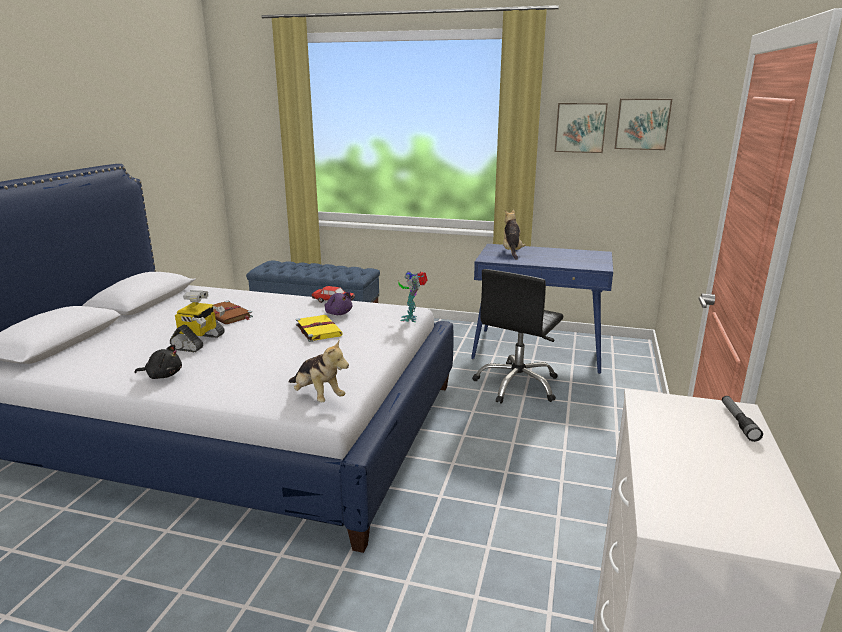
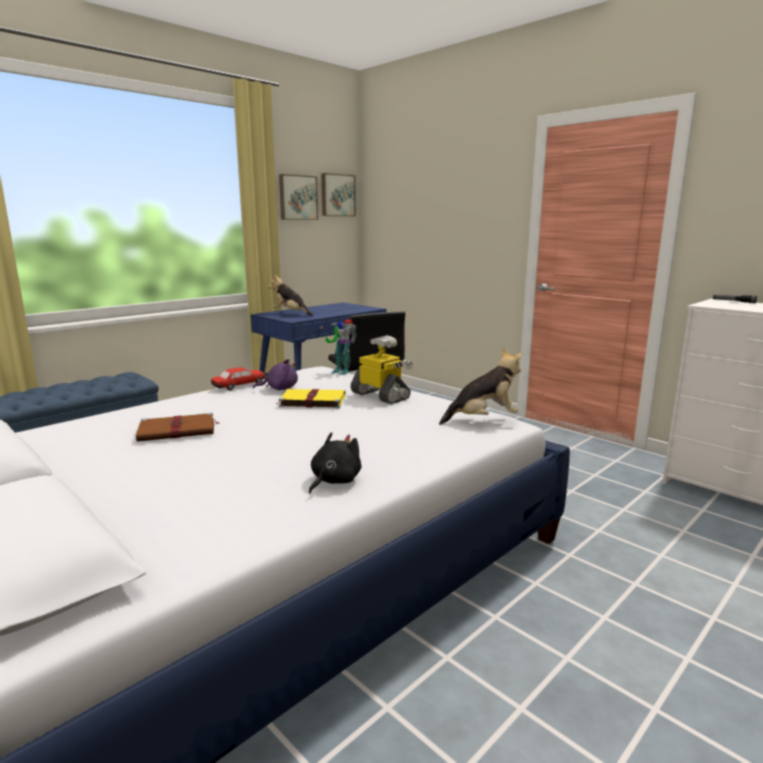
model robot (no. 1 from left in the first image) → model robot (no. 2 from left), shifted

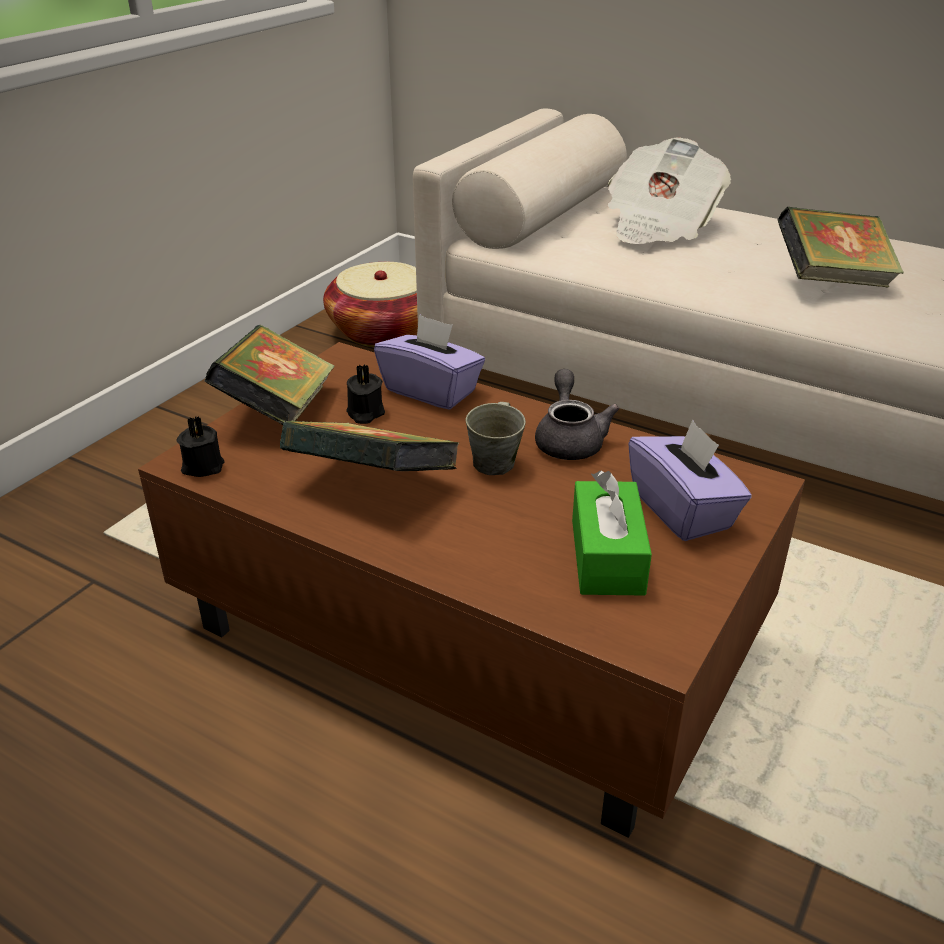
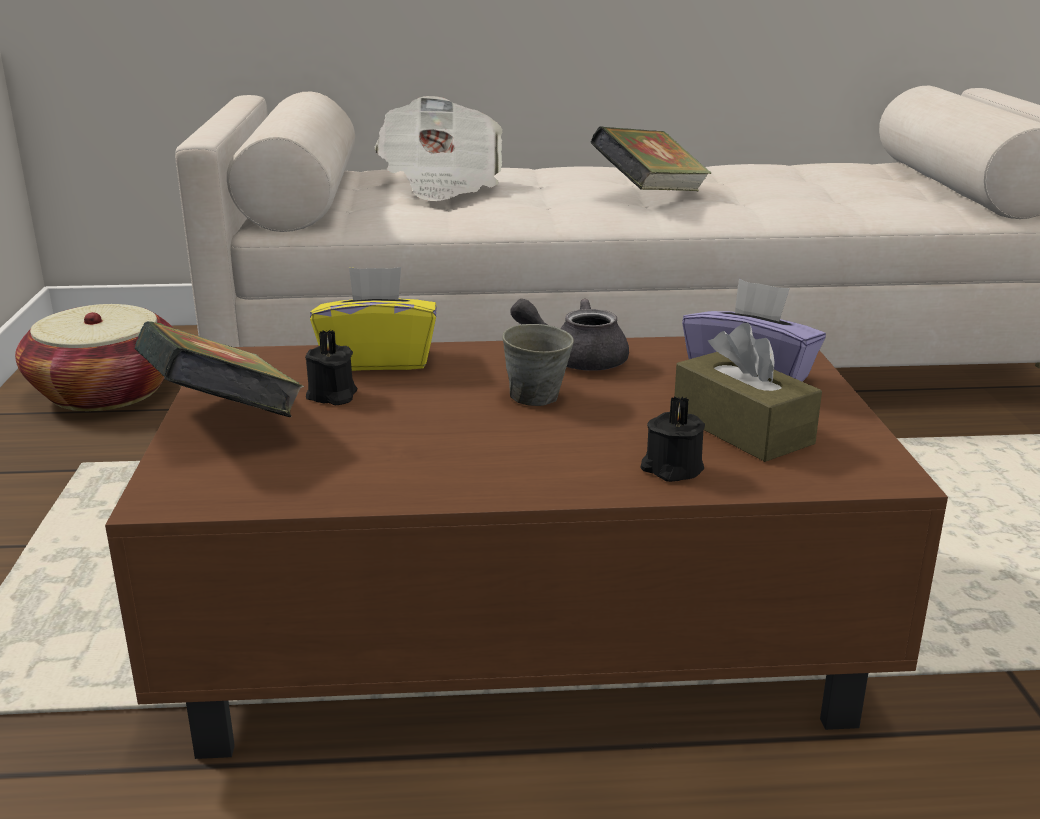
blackish candle (no. 1 from left in the first image) → blackish candle (no. 2 from left), shifted
book (no. 2 from left) → -
purplish box of tissues (no. 1 from left) → yellow-coloured box of tissues
grey tea pot, 45 degrees counterclockwise
green box of tissues → brown-coloured box of tissues

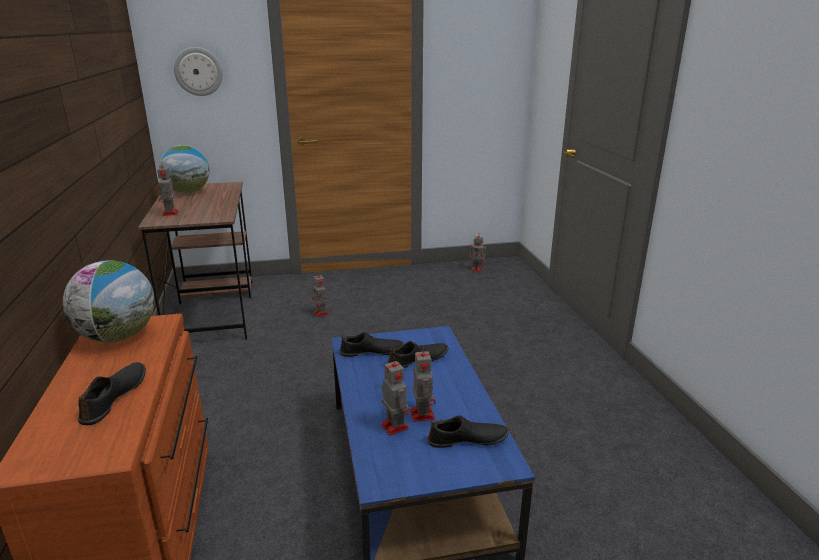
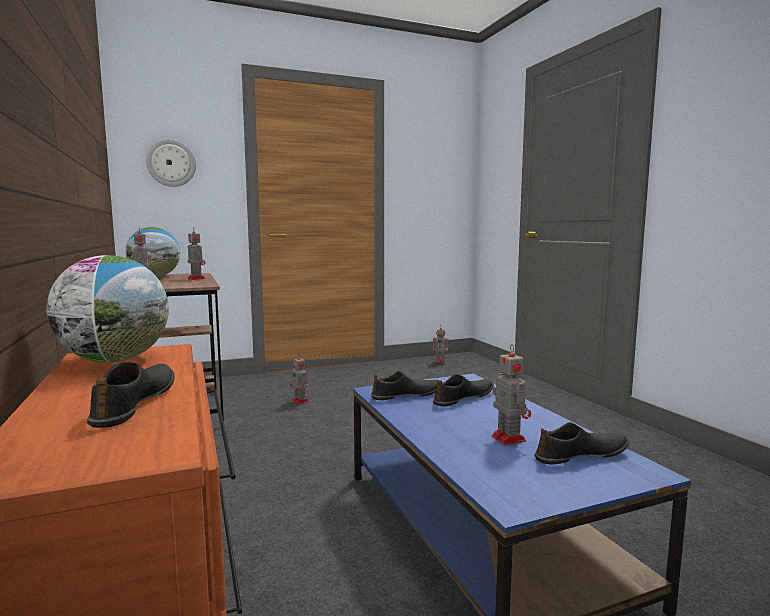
model robot (no. 3 from left in the first image) → model robot (no. 2 from left), shifted

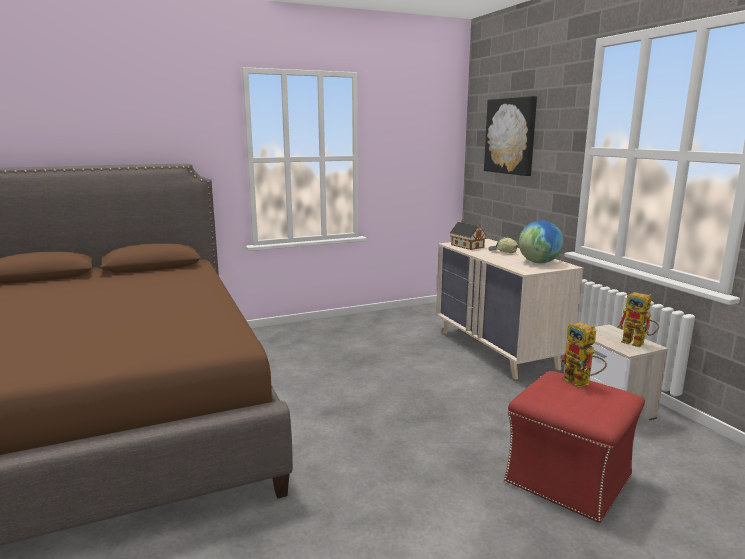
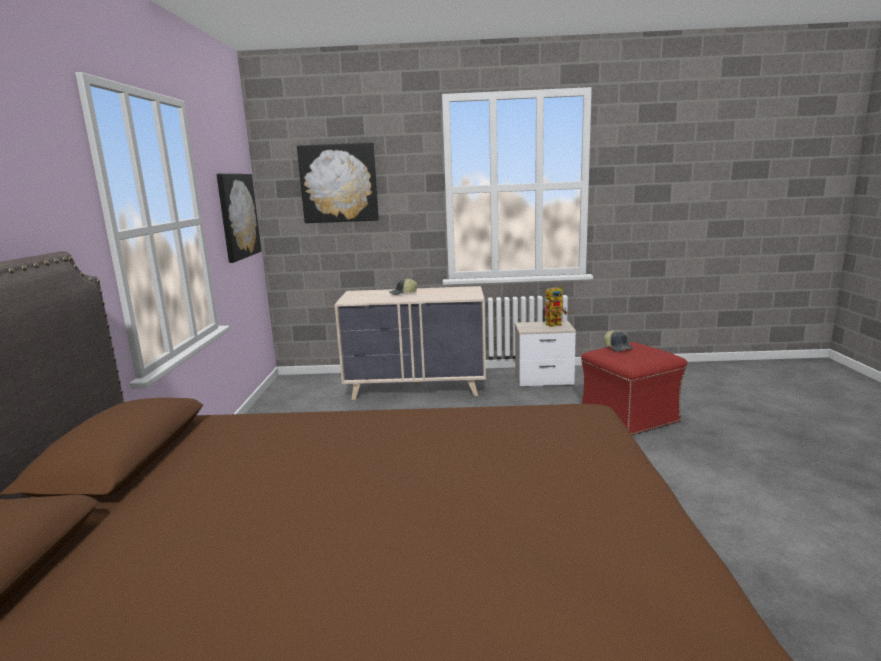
miniature house → -
desk globe → -
model robot (no. 1 from left) → peaked cap (no. 2 from left)
- → picture (no. 1 from left)

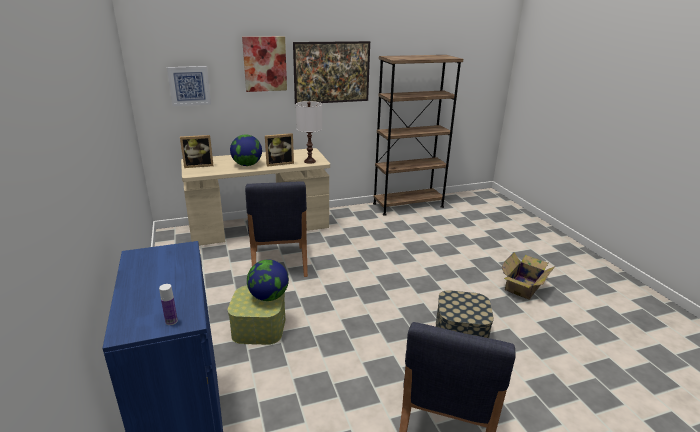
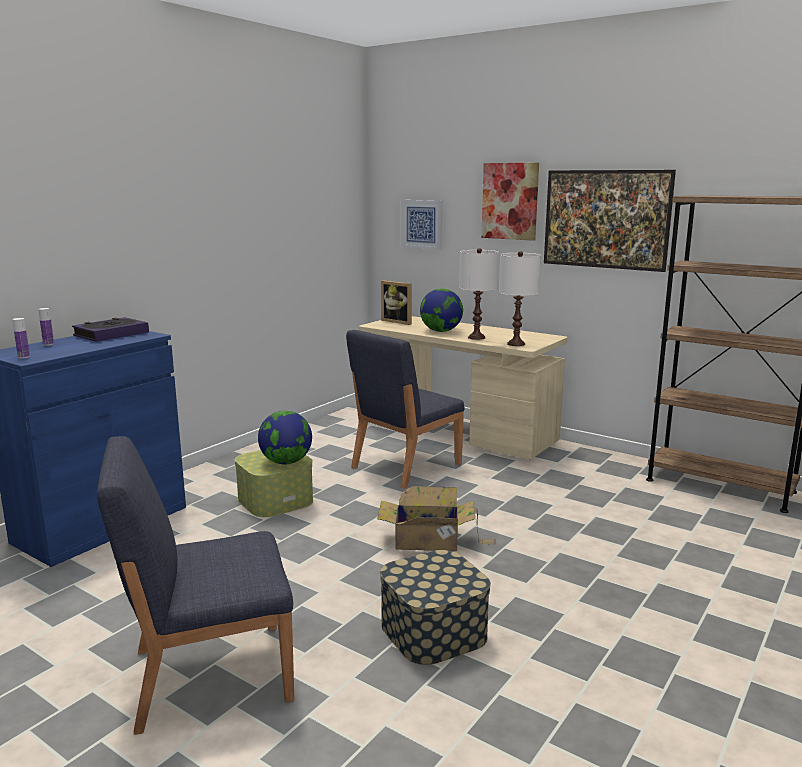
picture frame (no. 2 from left) → whitish table lamp (no. 1 from left)
packing box, shifted
- → bottle (no. 2 from left)
- → book

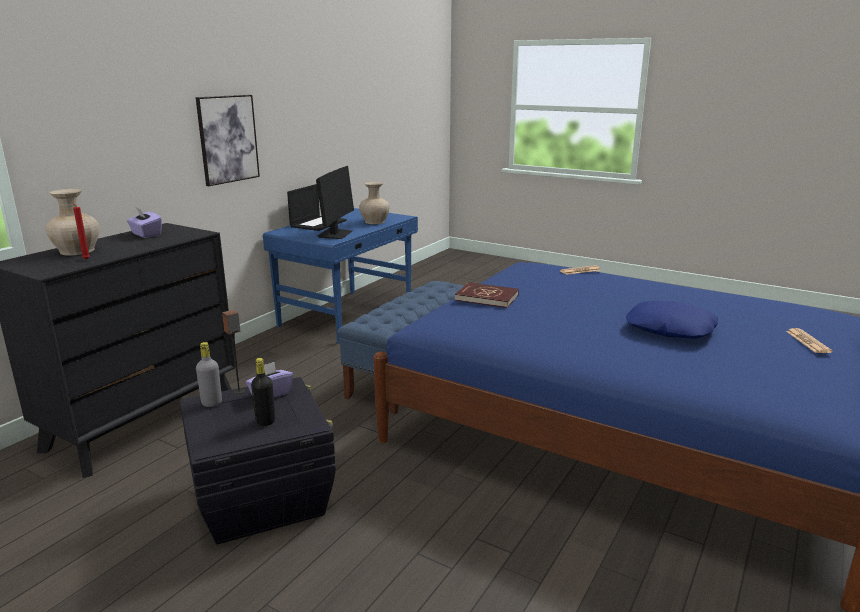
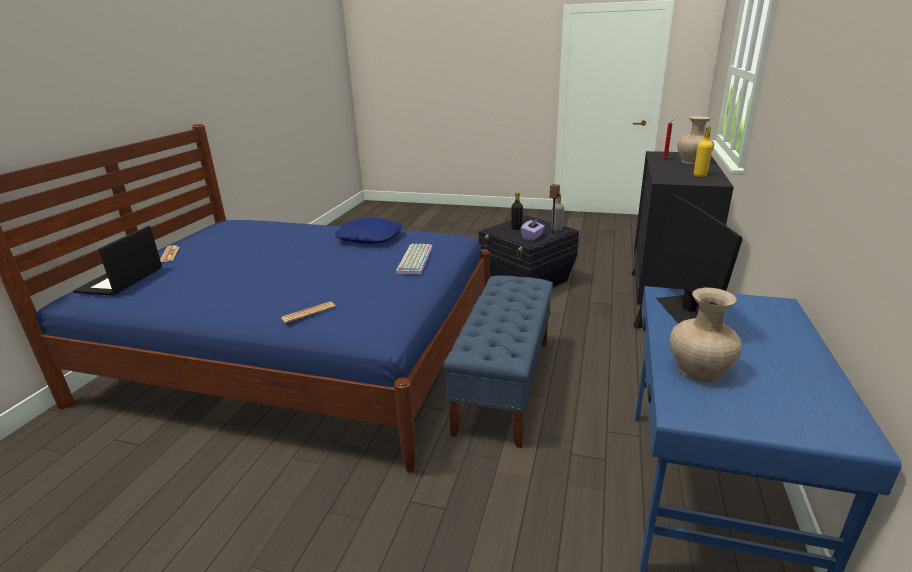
purplish box of tissues (no. 1 from left) → yellow-coloured bottle
picture → -
notebook computer, shifted
reddish book → computer keyboard
blue-coloured throw pillow, shifted

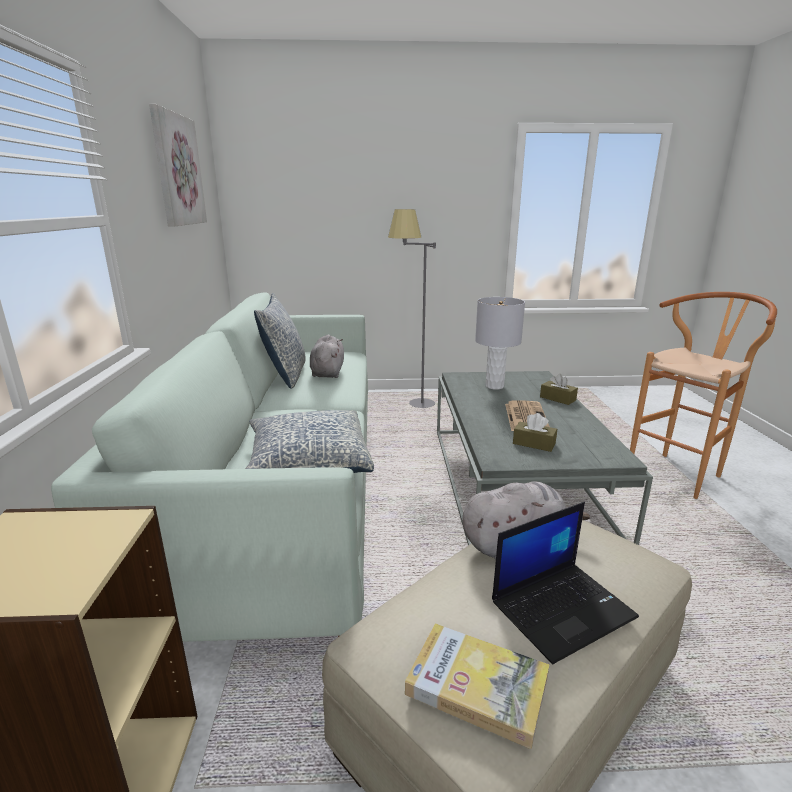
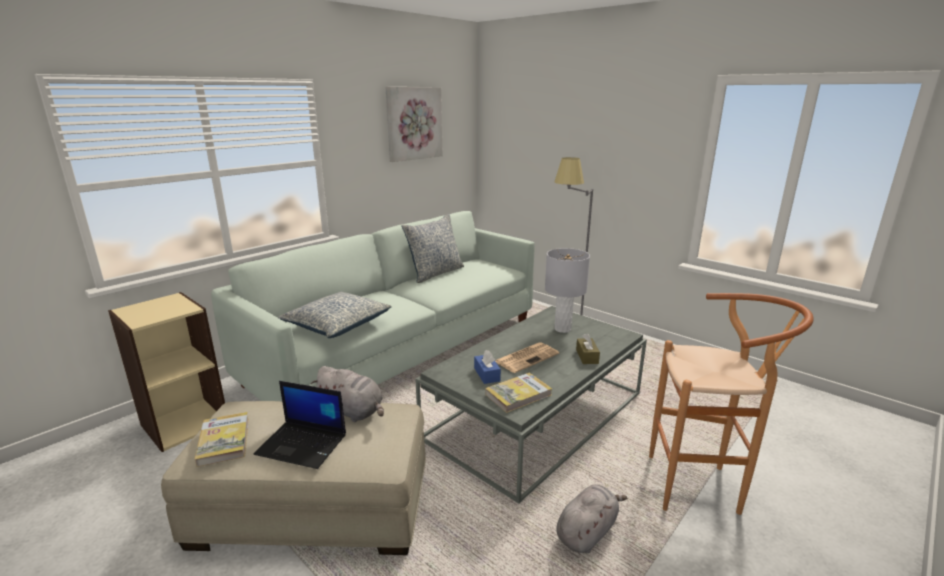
grey cuddly toy (no. 1 from left in the first image) → grey cuddly toy (no. 2 from left), shifted
brown-coloured box of tissues (no. 1 from left) → blue-coloured box of tissues
- → book (no. 2 from left)

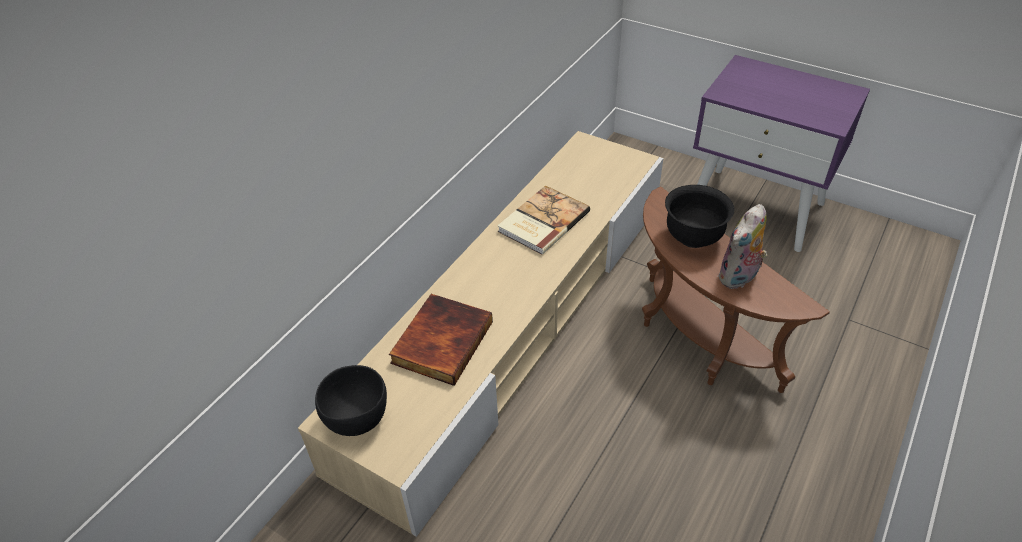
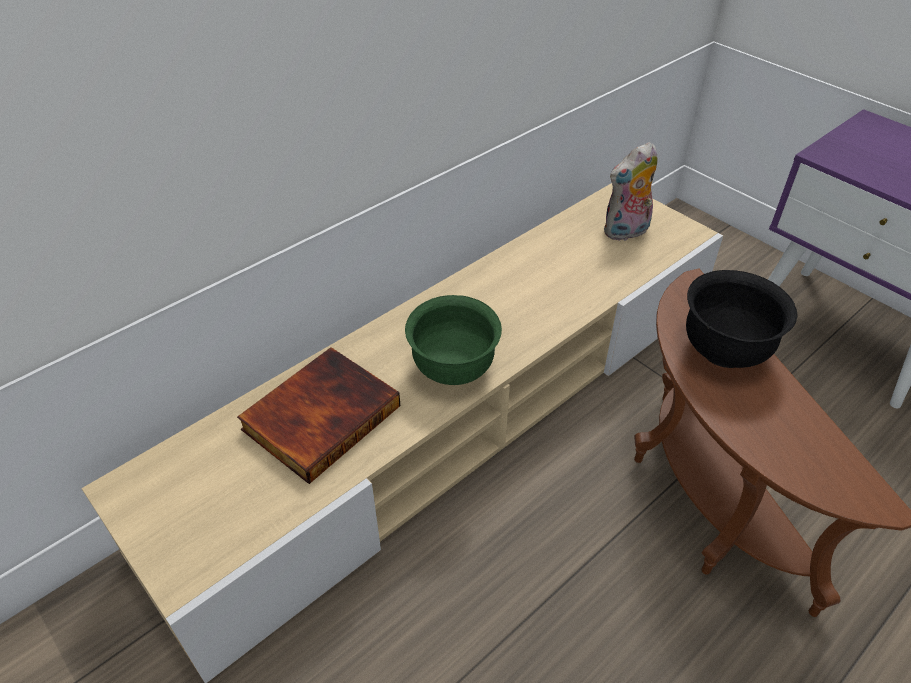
blackish deep dish (no. 1 from left) → -
book (no. 2 from left) → -
cuddly toy, shifted
- → green deep dish

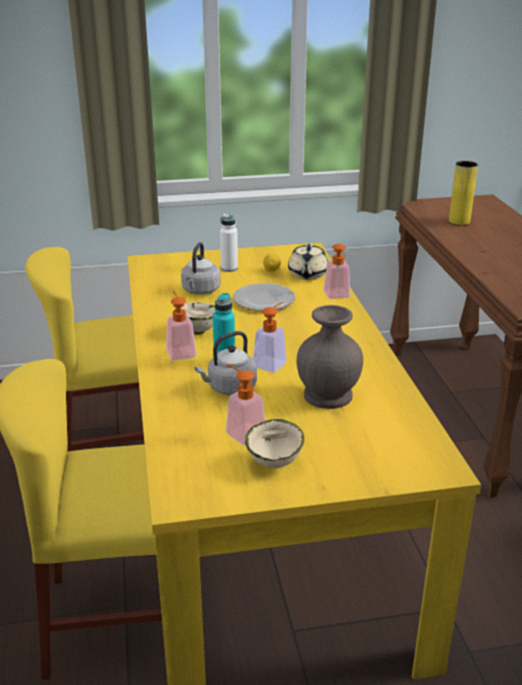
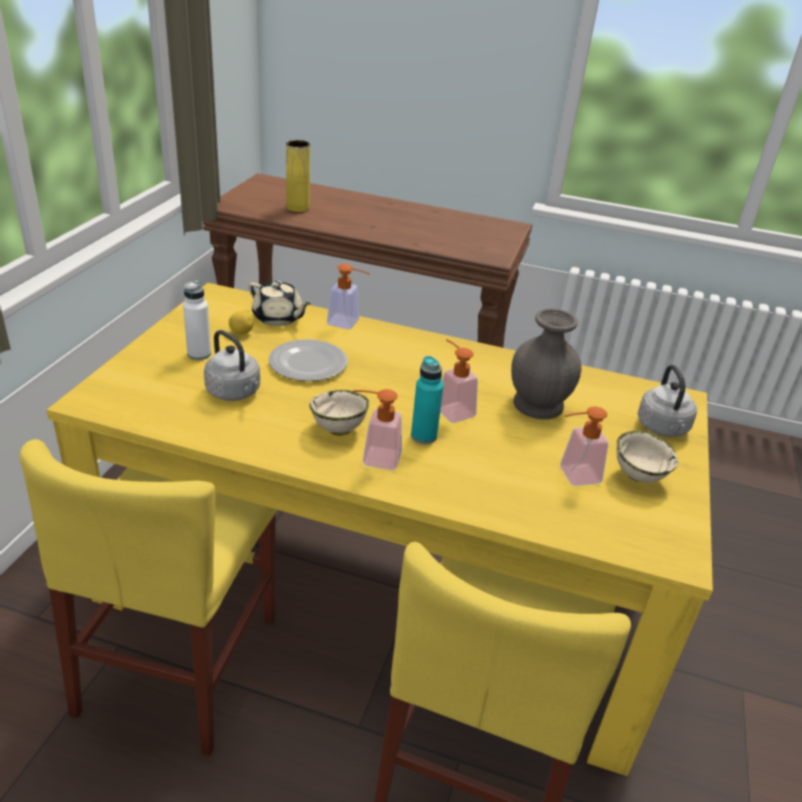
grey kettle (no. 2 from left), shifted

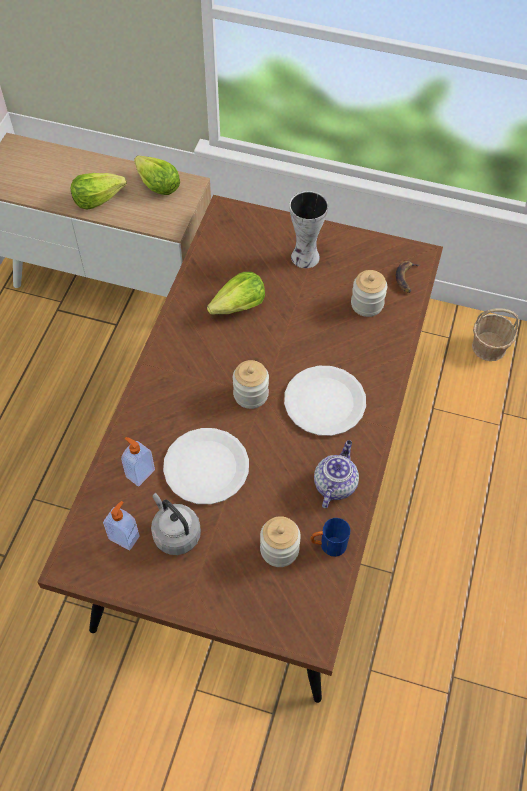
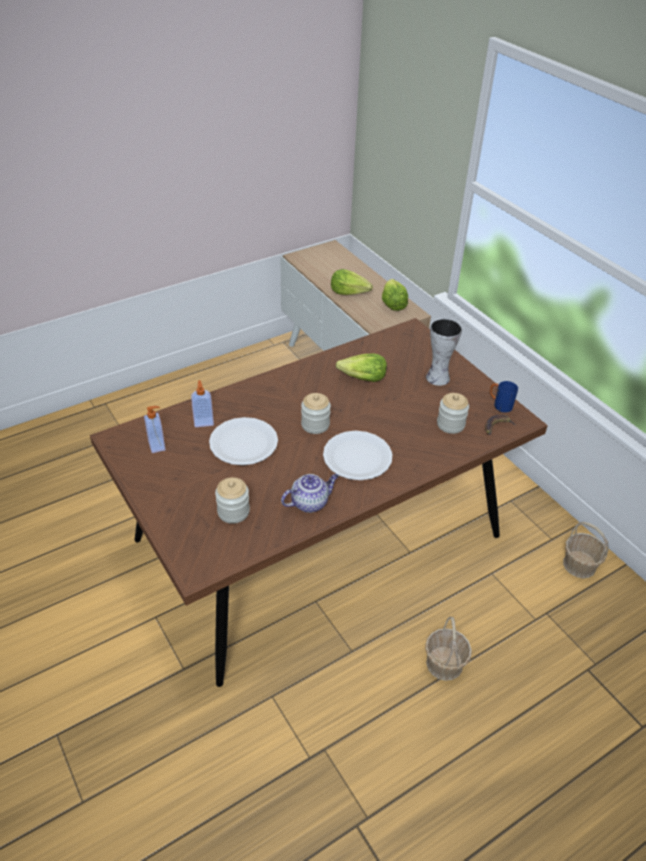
grey kettle → -
blue-coloured coffee mug, shifted
- → storage basket (no. 1 from left)

